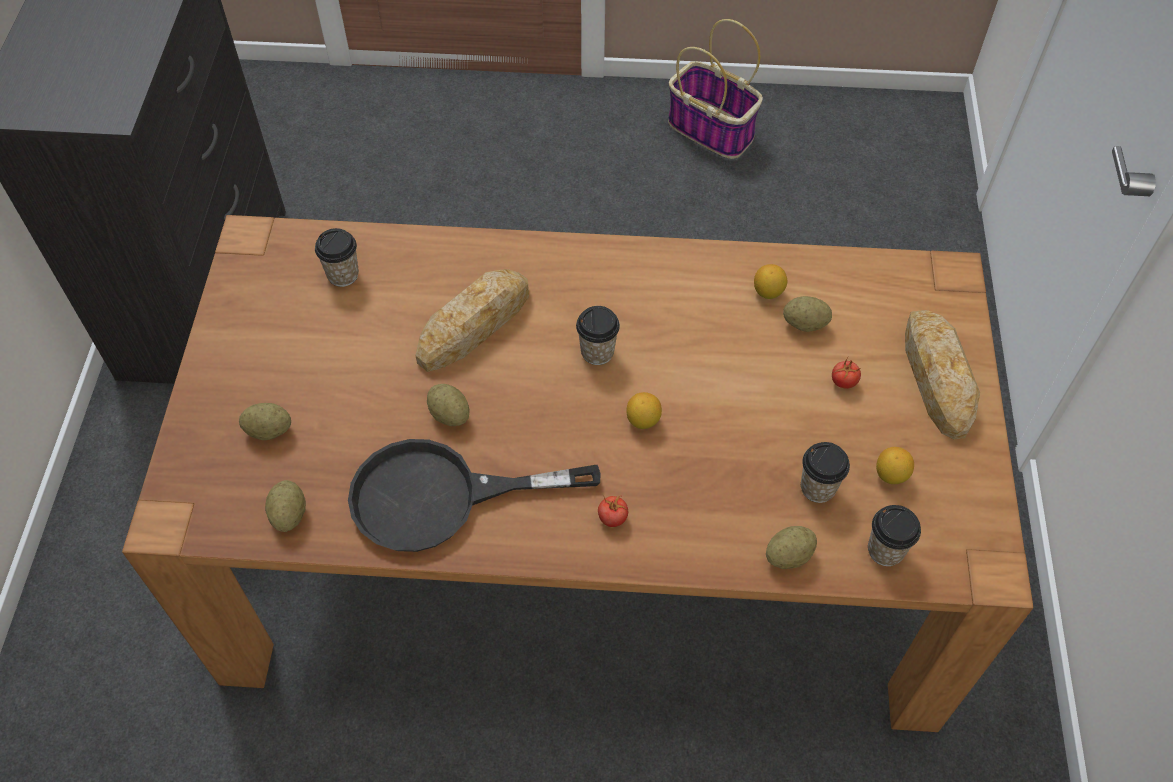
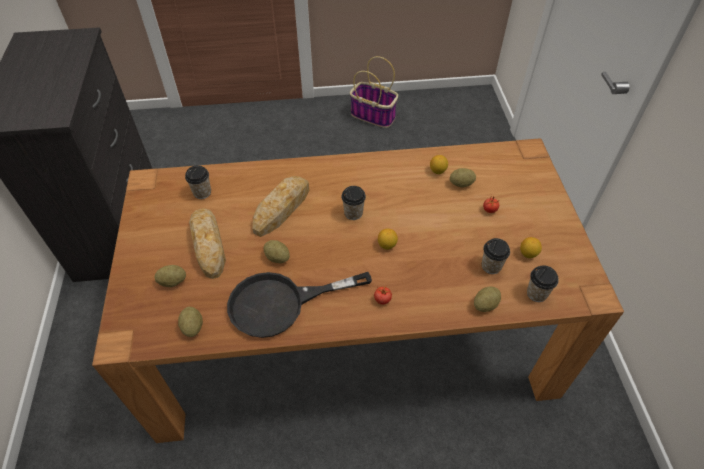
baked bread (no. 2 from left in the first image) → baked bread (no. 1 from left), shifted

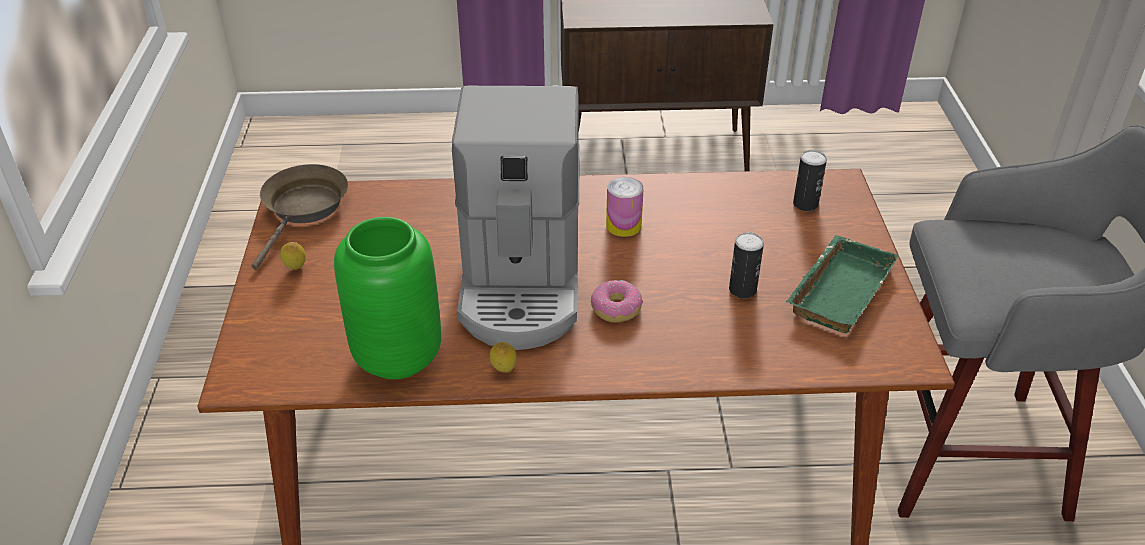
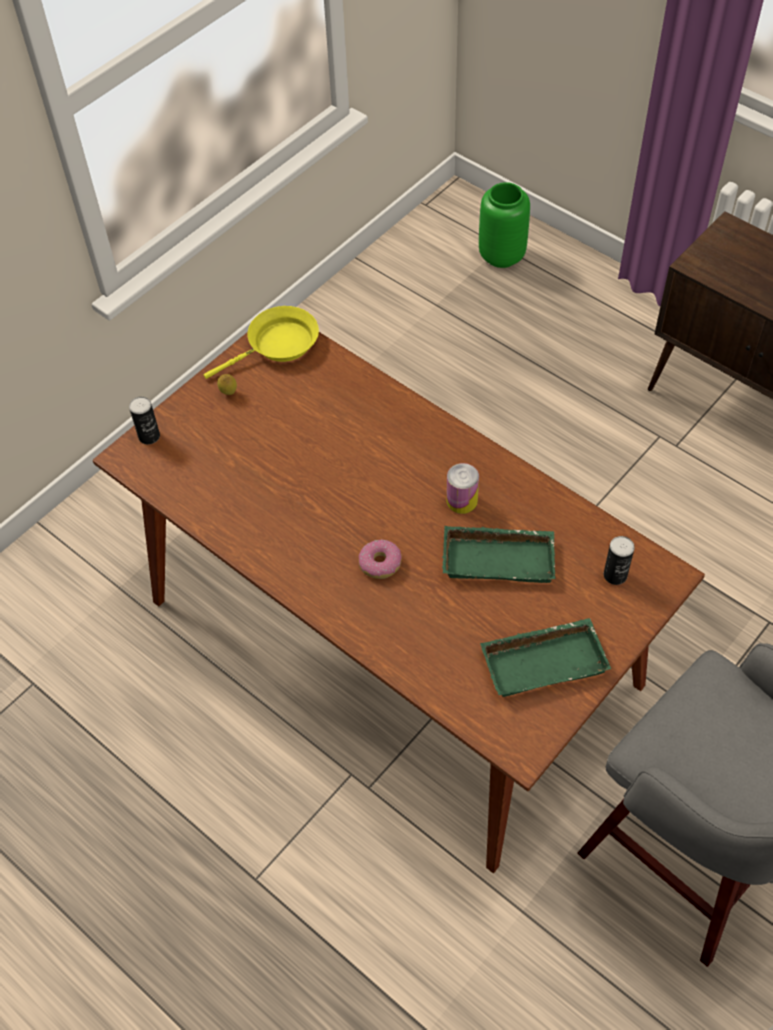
brown-coloured skillet → yellow-coloured skillet
green flower vase, shifted
coffee maker → -
citrus fruit (no. 2 from left) → -
sealed can (no. 2 from left in the first image) → sealed can (no. 1 from left), shifted
- → green serving tray (no. 1 from left)

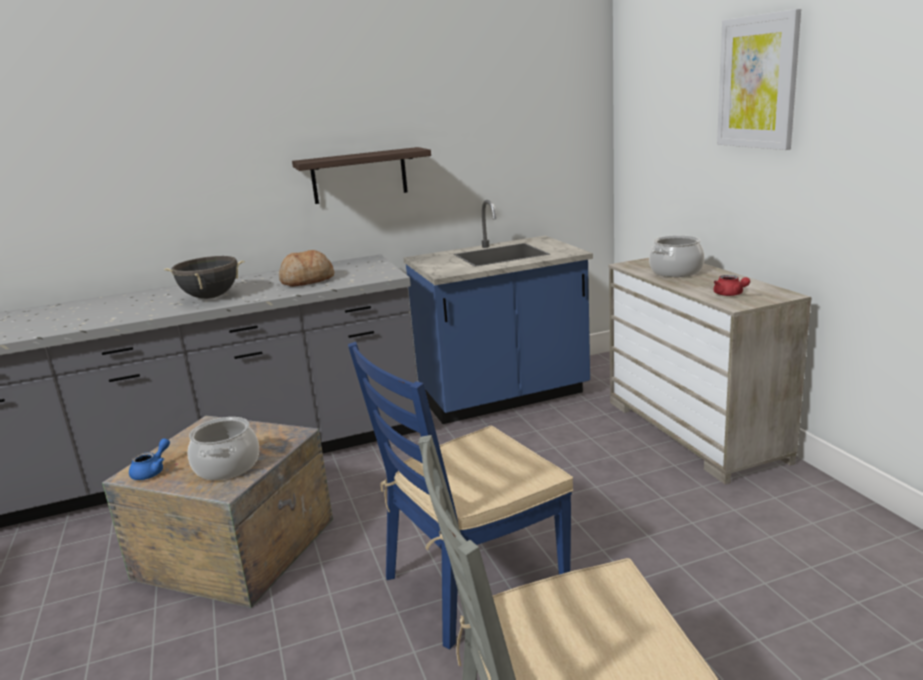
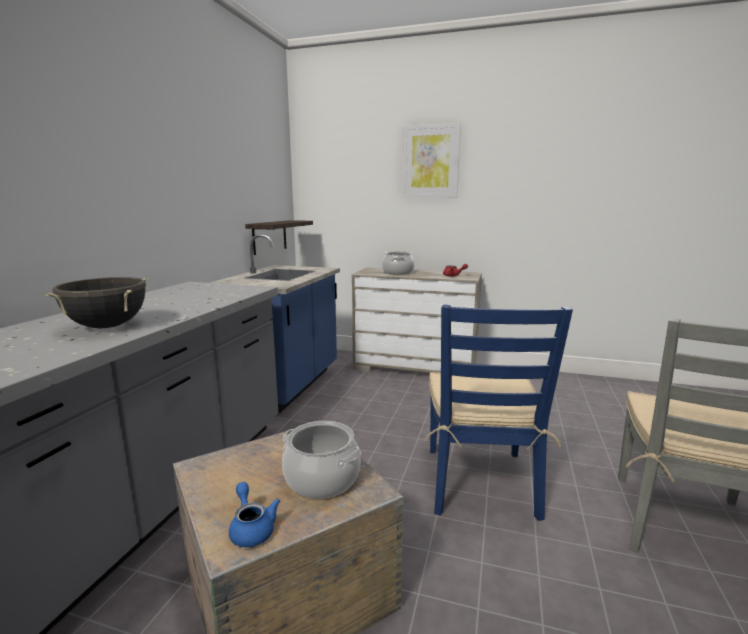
baked bread → -
shelf, shifted

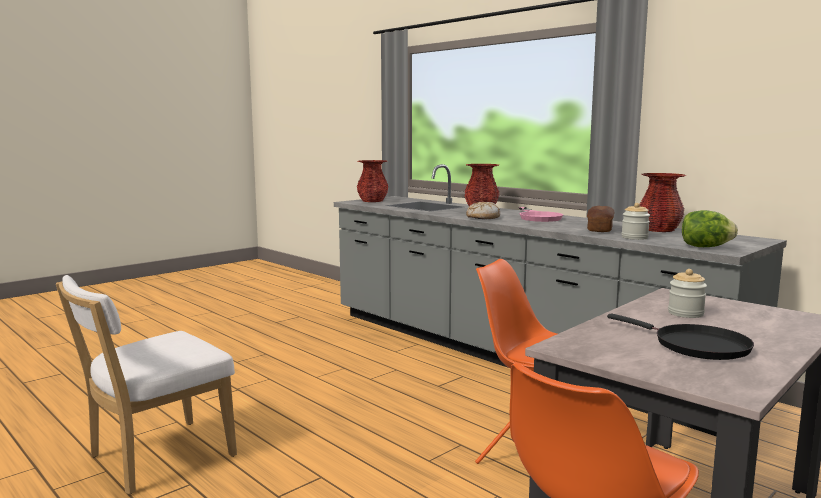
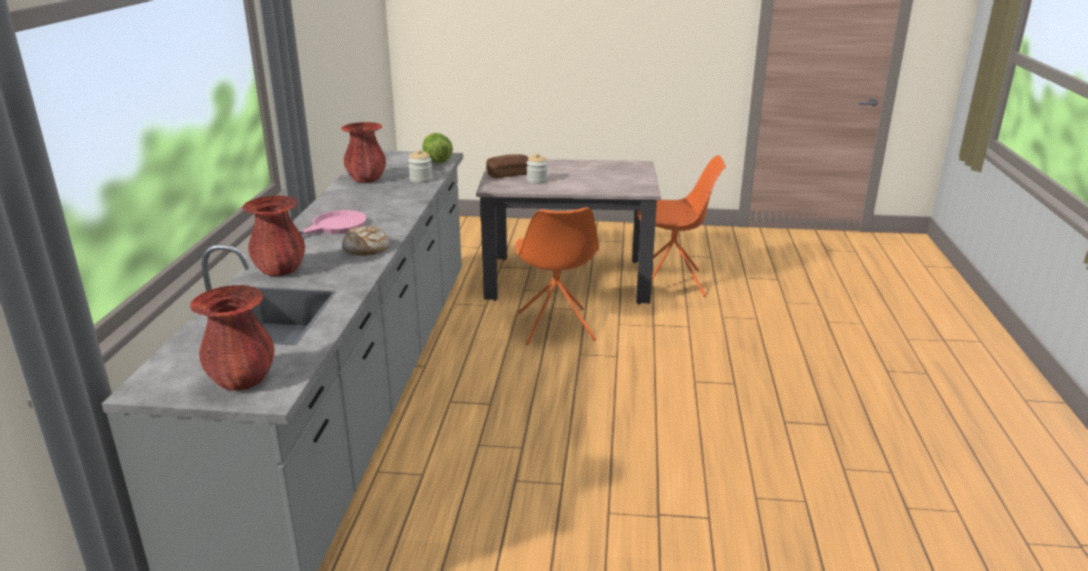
whitish upright chair → -
baked bread (no. 2 from left), shifted
blackish skillet → -

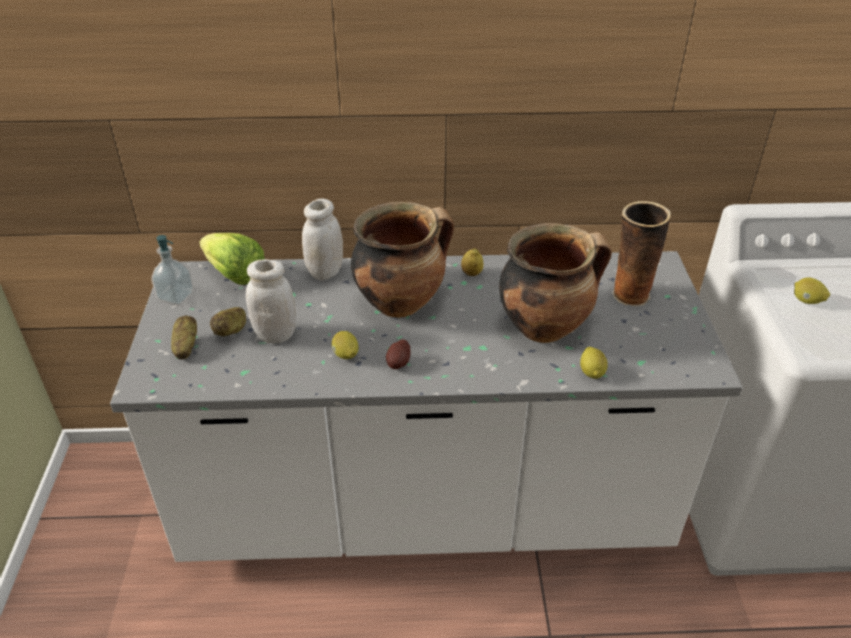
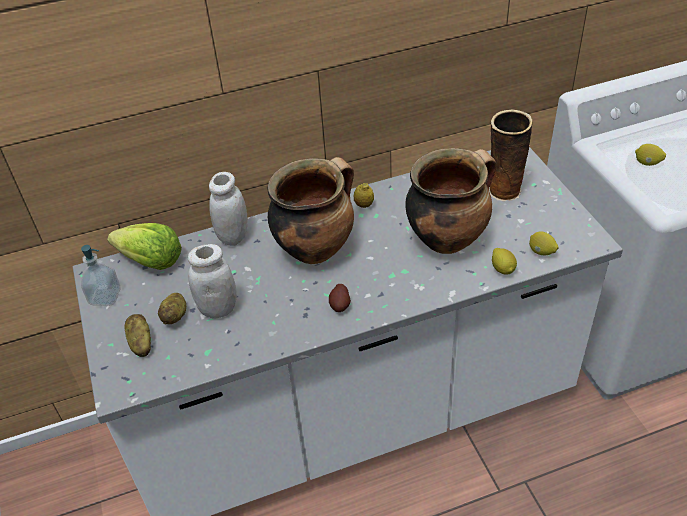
citrus fruit (no. 1 from left in the first image) → citrus fruit (no. 3 from left), shifted

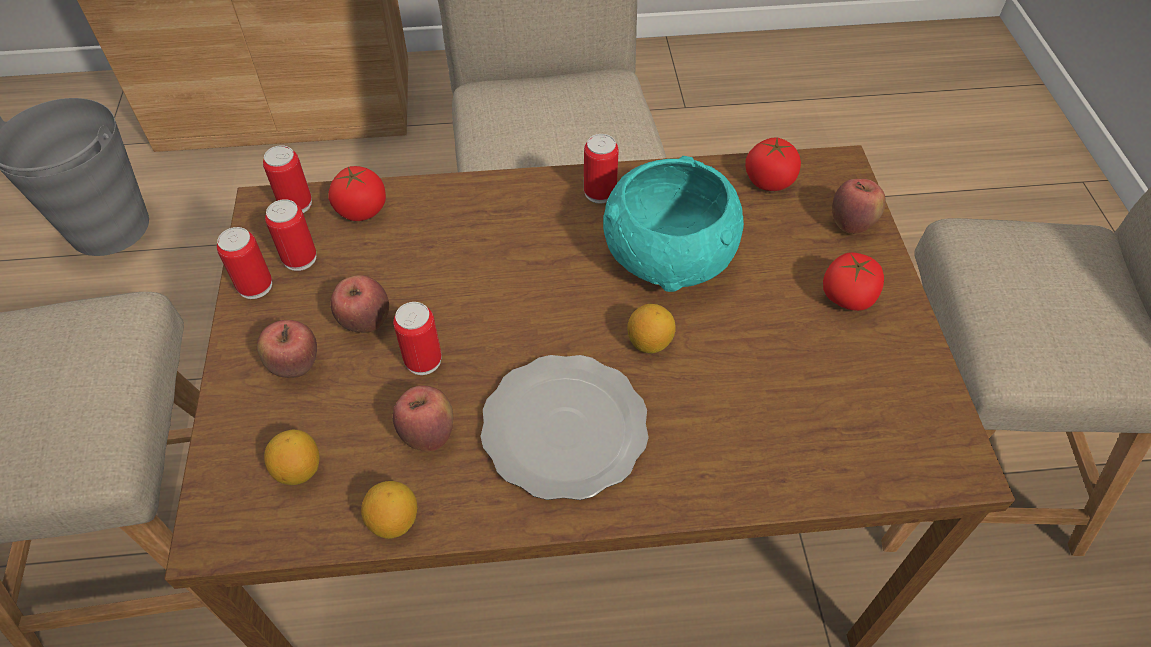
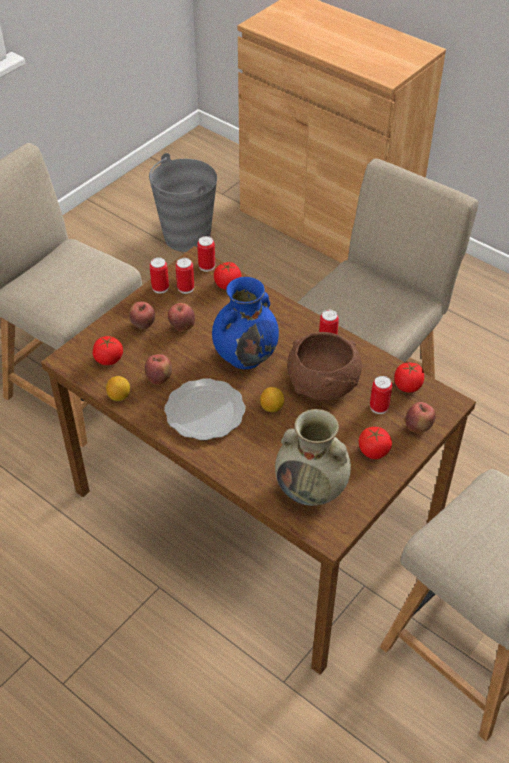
citrus fruit (no. 1 from left) → tomato (no. 1 from left)
sealed can (no. 4 from left in the first image) → sealed can (no. 5 from left), shifted
turquoise deep dish → brown-coloured deep dish
- → blue-coloured flower vase
- → beige flower vase

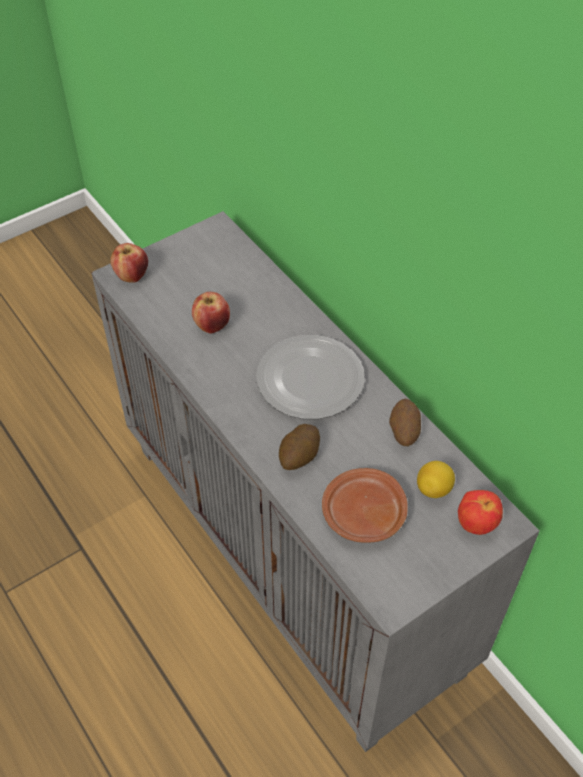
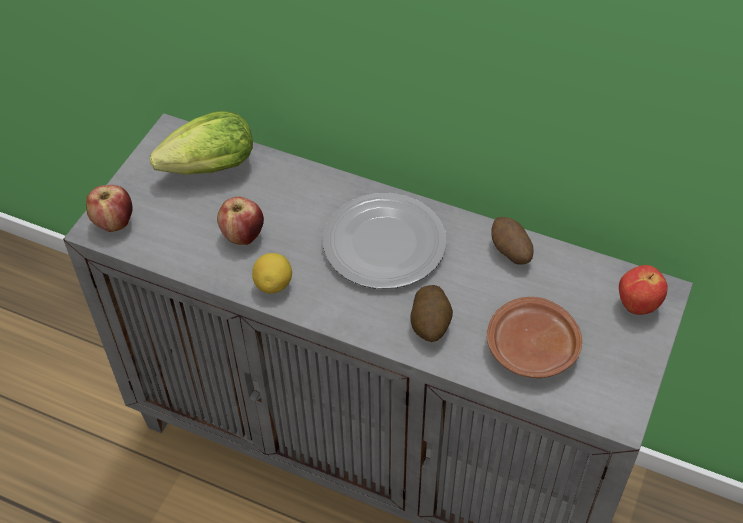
citrus fruit, shifted
- → lettuce head

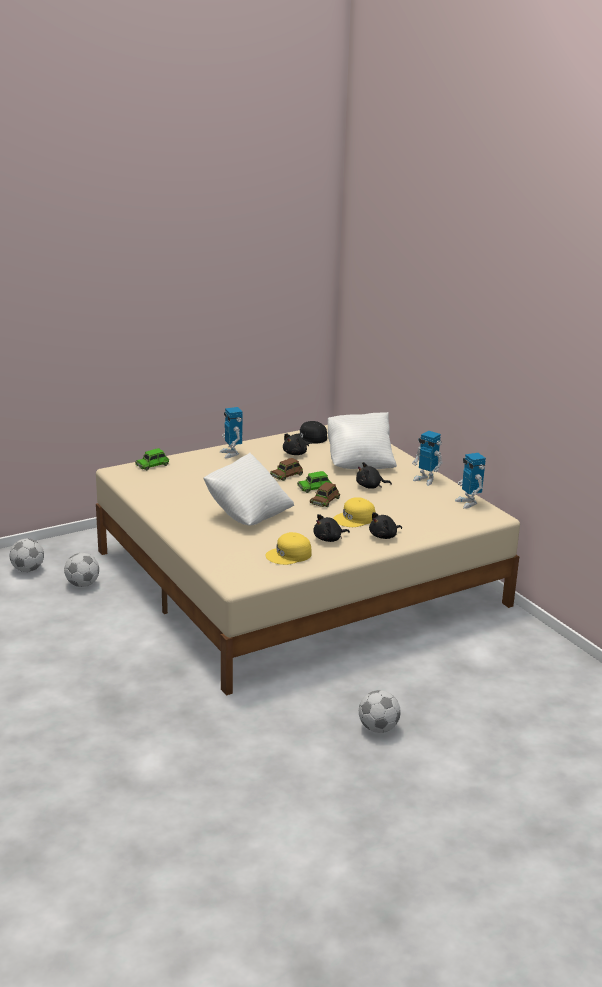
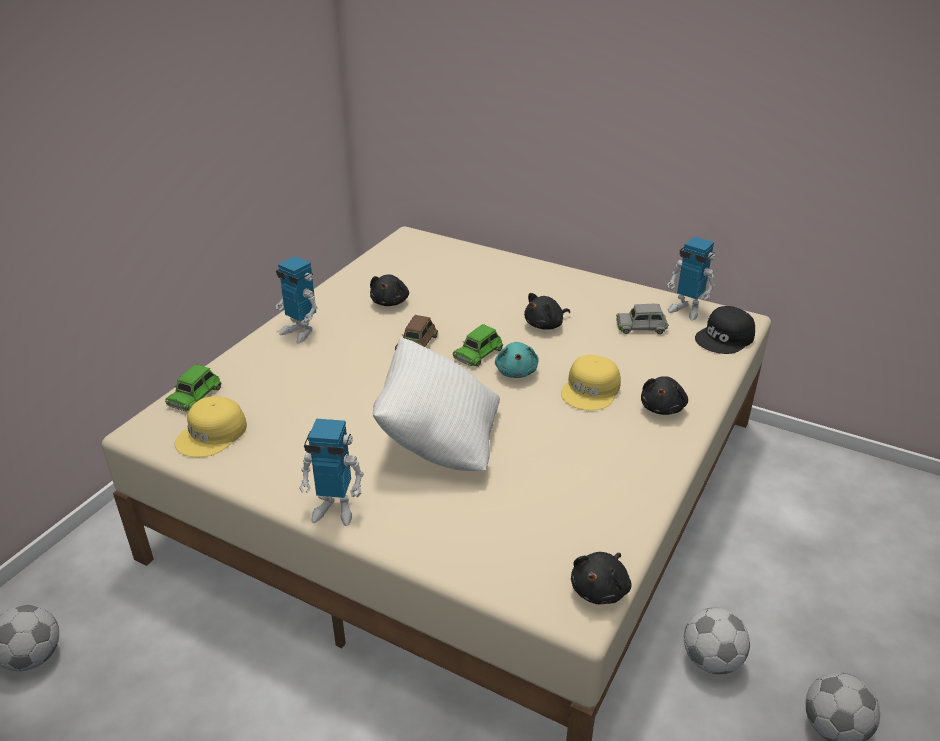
football ball (no. 2 from left), shifted
yellow-coloured peaked cap (no. 1 from left), shifted
blackish peaked cap, shifted
brown-coloured toy car (no. 2 from left) → turquoise cuddly toy
blackish cuddly toy (no. 2 from left in the first image) → blackish cuddly toy (no. 3 from left), shifted
whitish throw pillow (no. 2 from left) → -
model robot (no. 2 from left), shifted
- → grey toy car

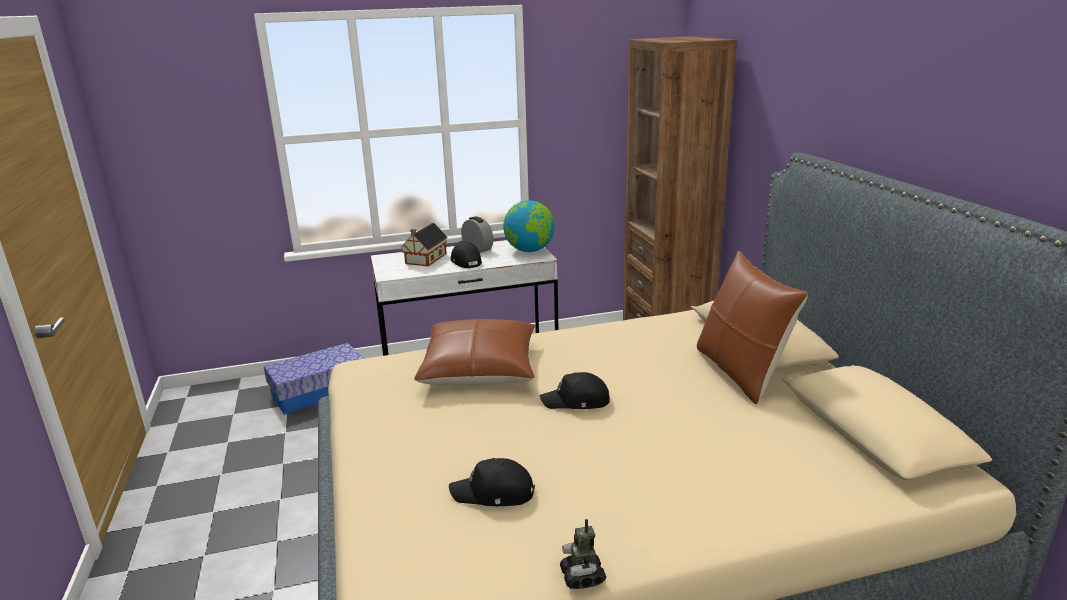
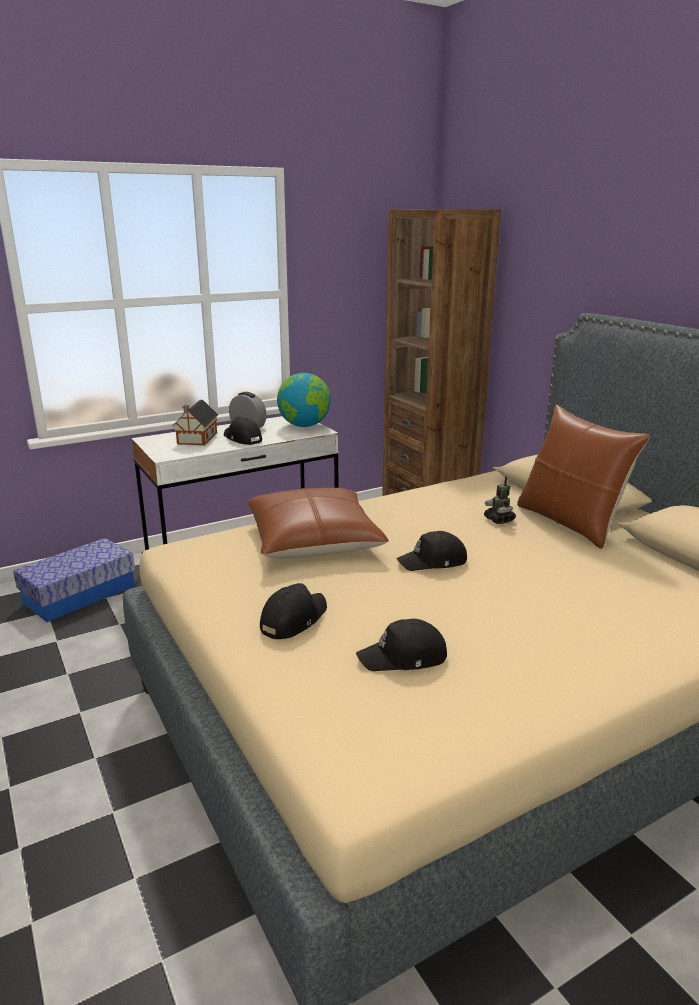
model robot, shifted
- → blackish peaked cap (no. 2 from left)

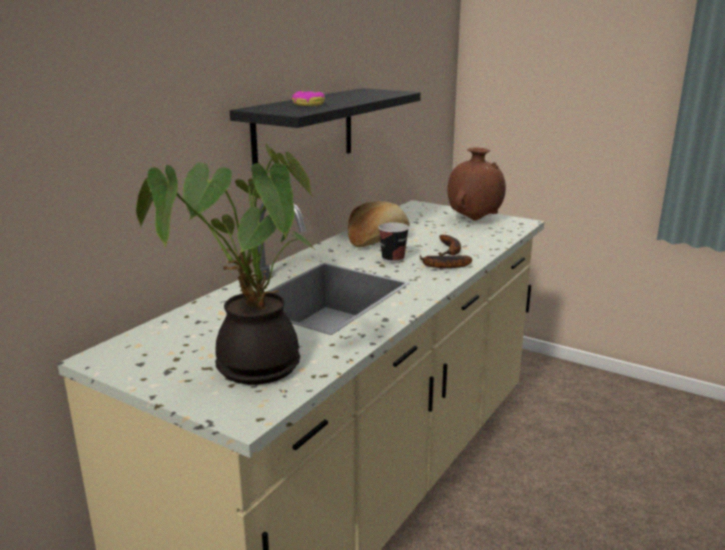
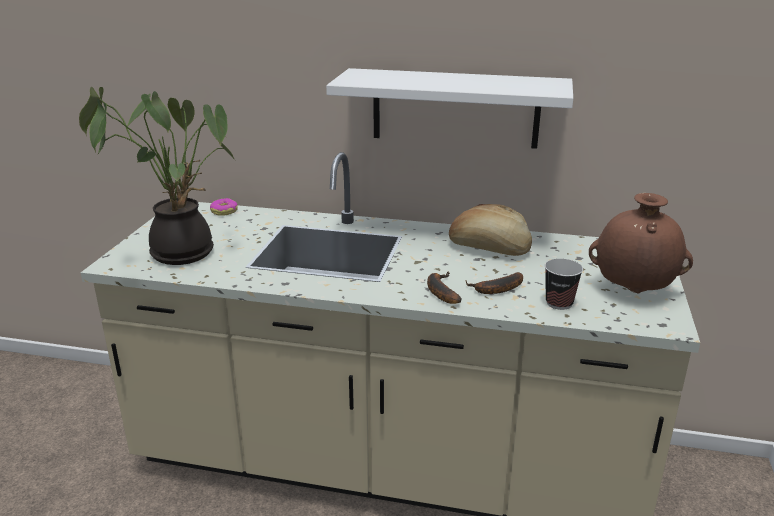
blackish shelf → whitish shelf
ring doughnut, shifted
small cup, shifted

